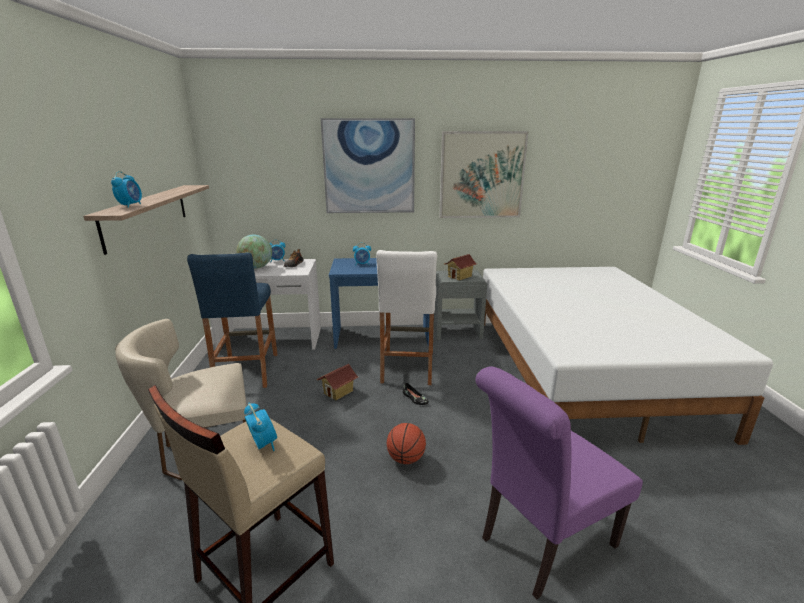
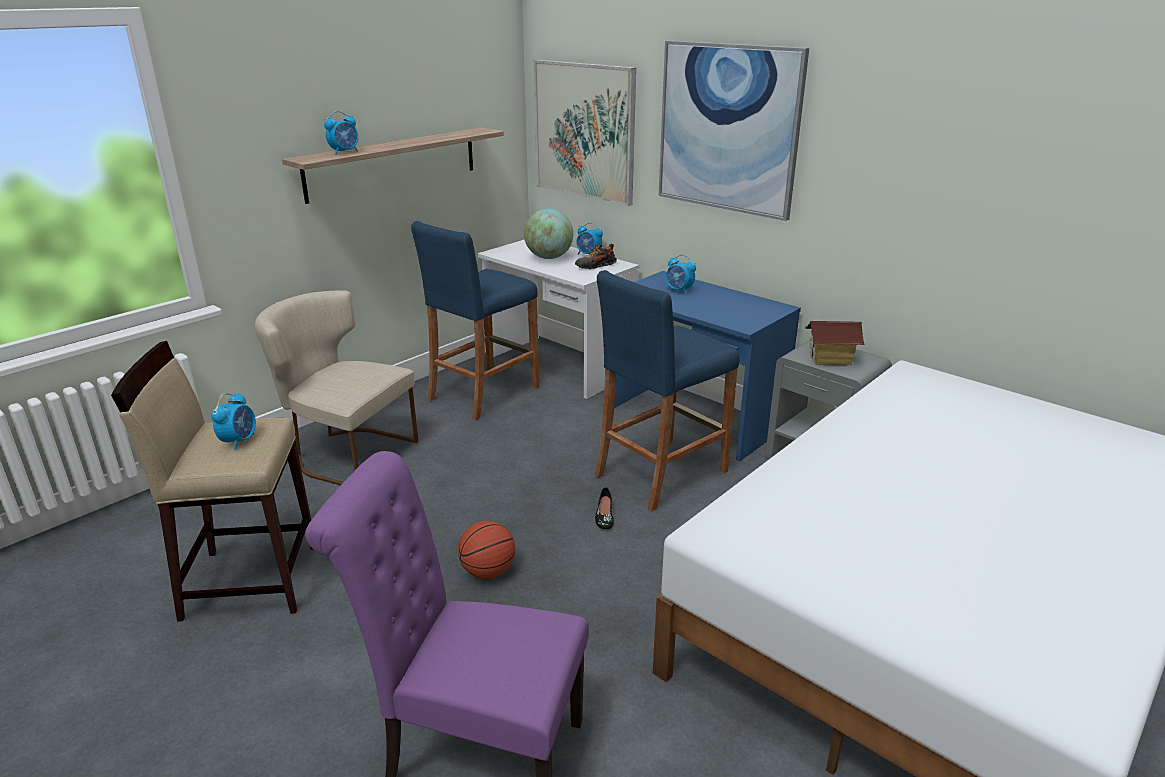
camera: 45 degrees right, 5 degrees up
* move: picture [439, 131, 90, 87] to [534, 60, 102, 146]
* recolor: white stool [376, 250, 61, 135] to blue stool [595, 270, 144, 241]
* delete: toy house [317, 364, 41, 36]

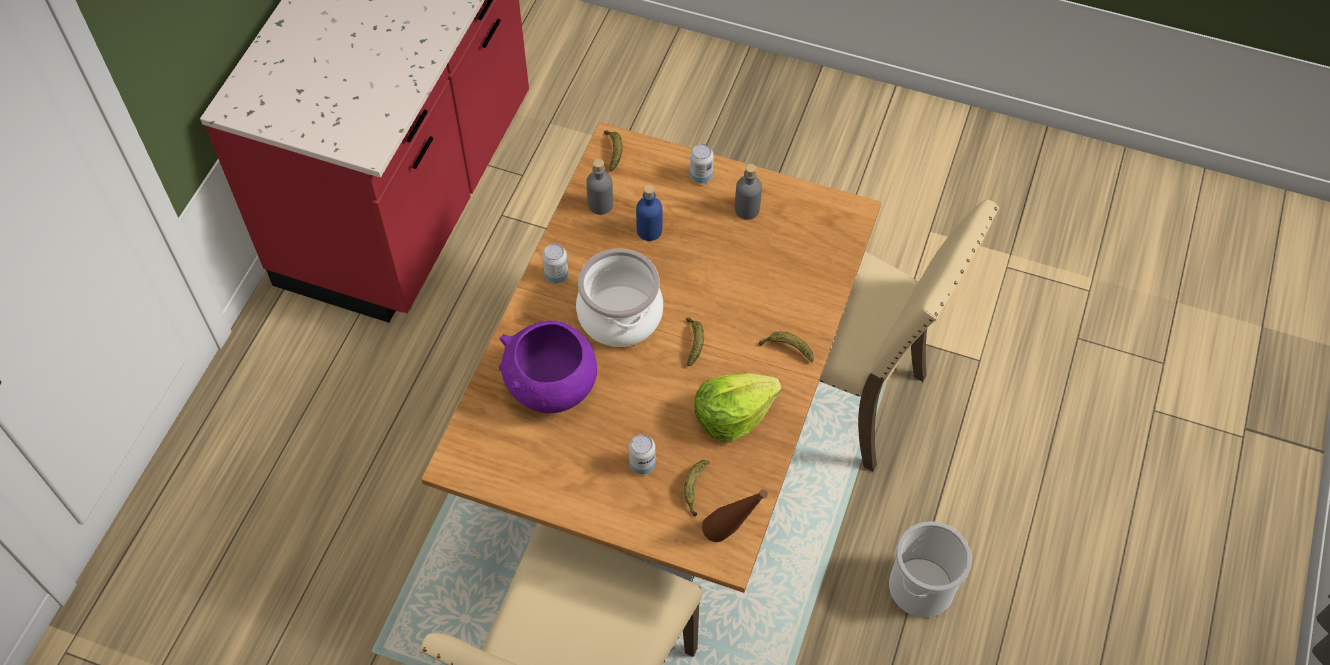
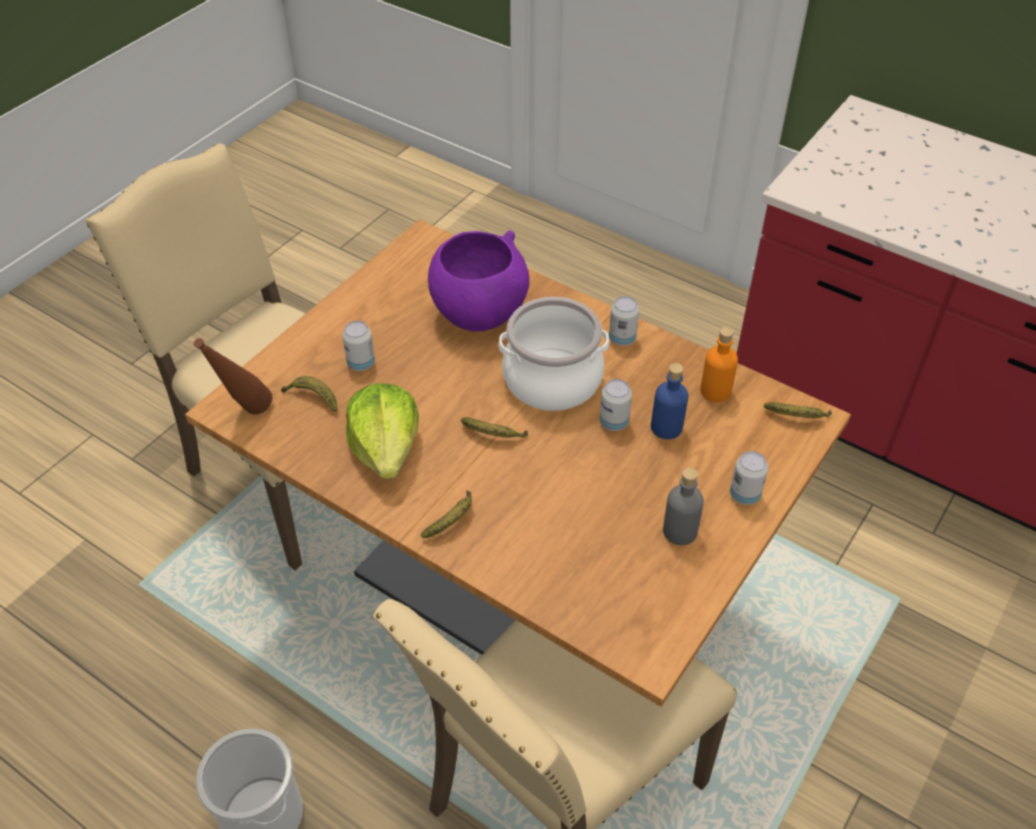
camera: 105 degrees right, 10 degrees down
* insert: can [600, 379, 32, 52]
* recolor: grey bottle [587, 159, 26, 56] to orange bottle [700, 327, 38, 75]

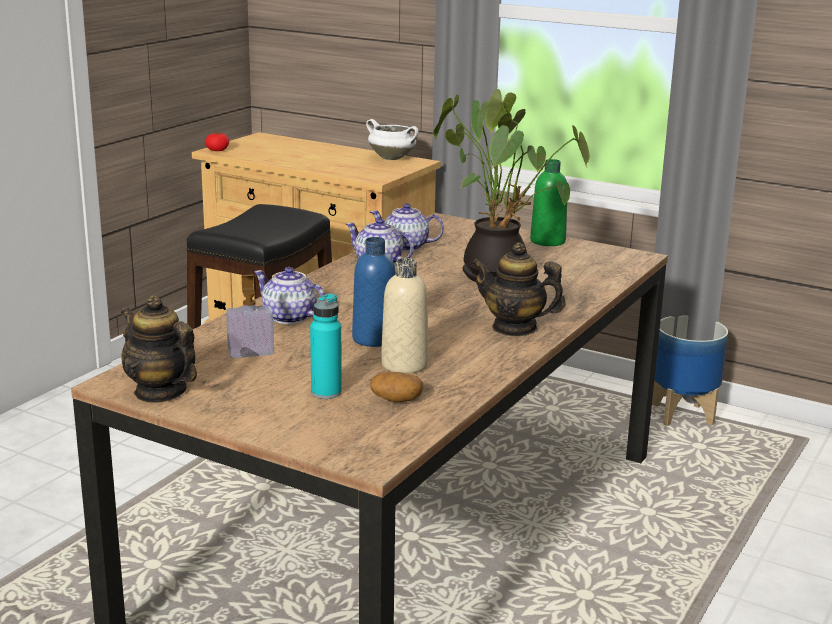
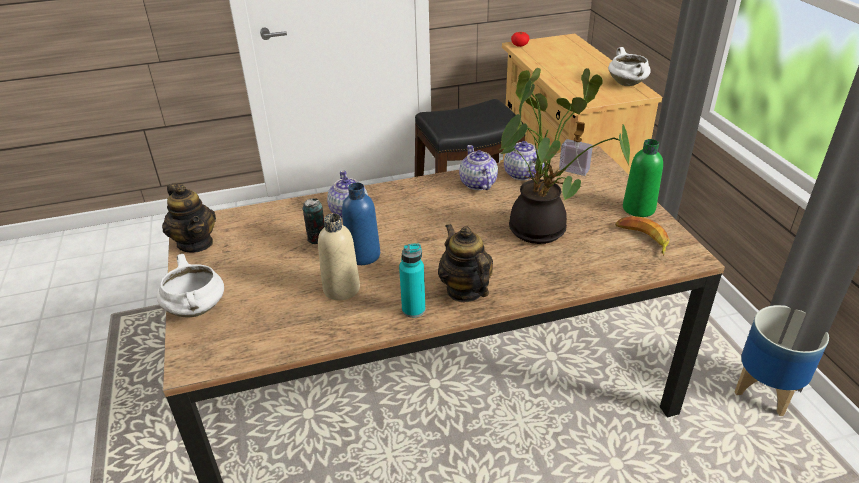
camera: 45 degrees right, 15 degrees up
* insert: white cooking pot [157, 254, 67, 63]
* rotate: teapot [121, 295, 76, 108] = [162, 183, 54, 69] 150 degrees clockwise
* insert: can [303, 198, 22, 46]
* move: turquoise bottle [310, 293, 32, 106] to [399, 243, 26, 75]
* move: soap dispenser [226, 274, 48, 84] to [559, 121, 34, 55]
* insert: banana [615, 216, 55, 39]
* delete: potato [370, 372, 53, 30]

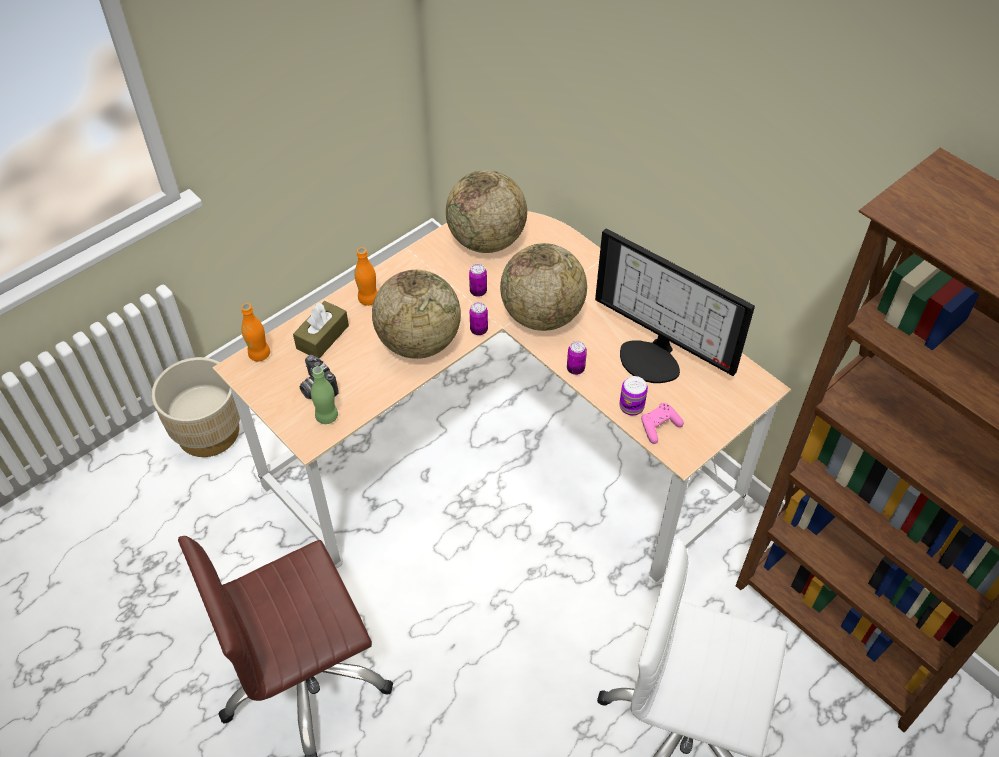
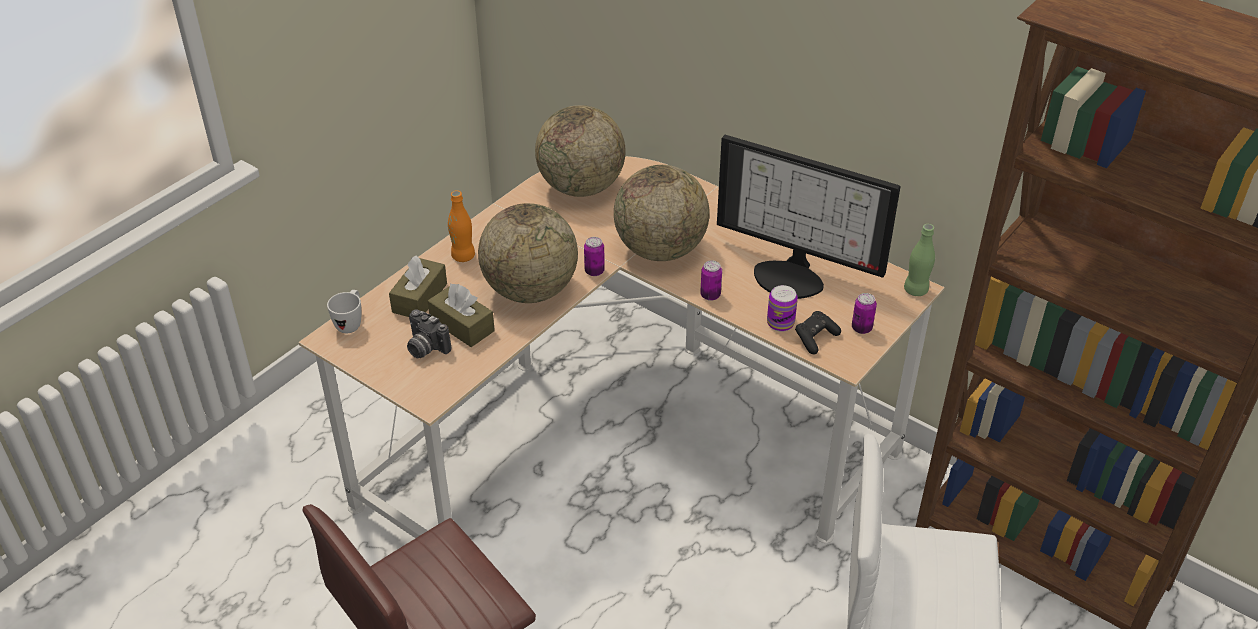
camera: 10 degrees left, 10 degrees down
* replace: orange bottle [241, 303, 29, 59] to white mug [327, 290, 34, 43]
* insert: brown tissue box [428, 284, 67, 63]
* recolor: pink game controller [641, 403, 43, 41] to black game controller [795, 311, 46, 43]
* move: can [469, 264, 18, 33] to [852, 293, 25, 41]
* move: green bottle [311, 366, 27, 58] to [904, 224, 31, 72]
* delete: beige planter [152, 357, 88, 100]

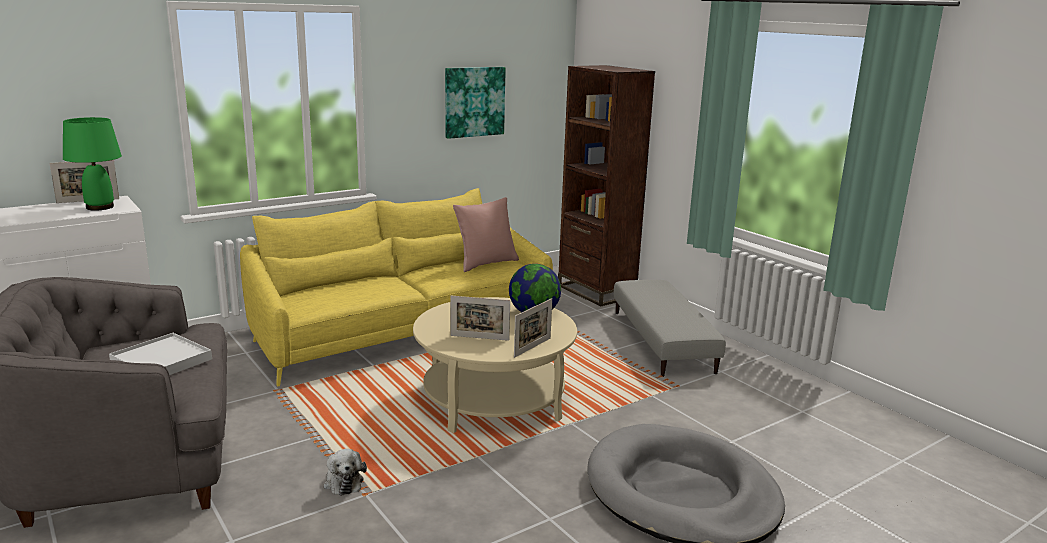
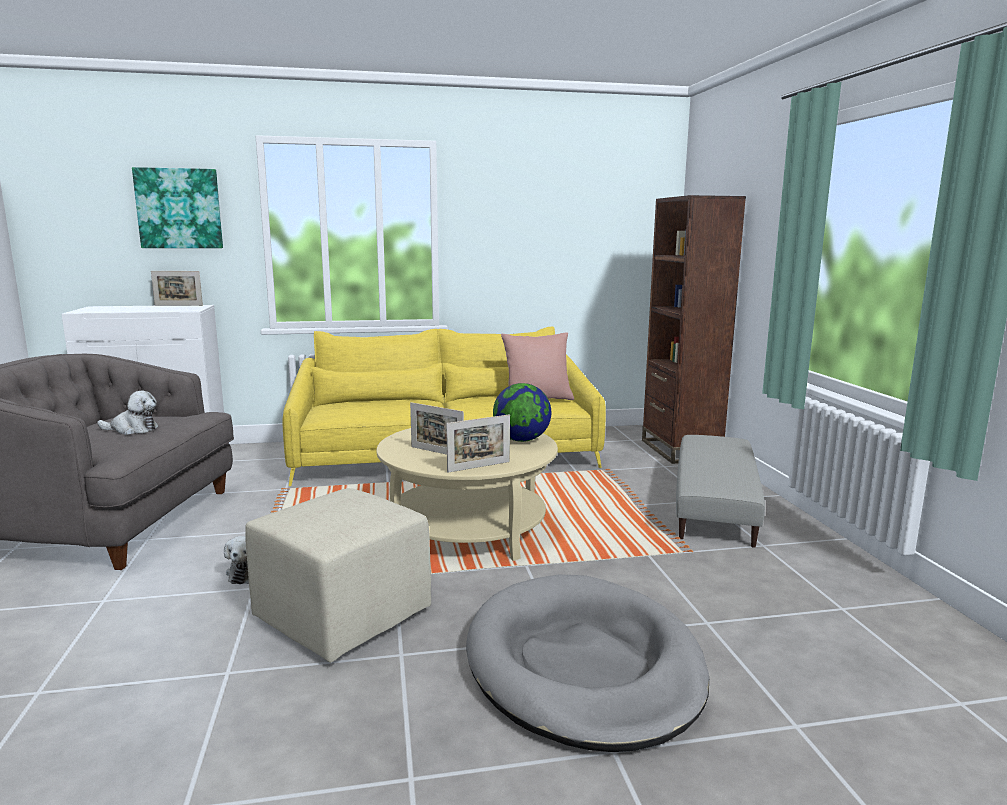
camera: 25 degrees right, 5 degrees down
* replace: white tray [109, 333, 103, 42] to plush toy [97, 391, 62, 44]
* move: picture [445, 67, 61, 72] to [132, 167, 91, 81]
* insert: beige ottoman [245, 488, 186, 175]
* delete: green table lamp [63, 117, 59, 94]

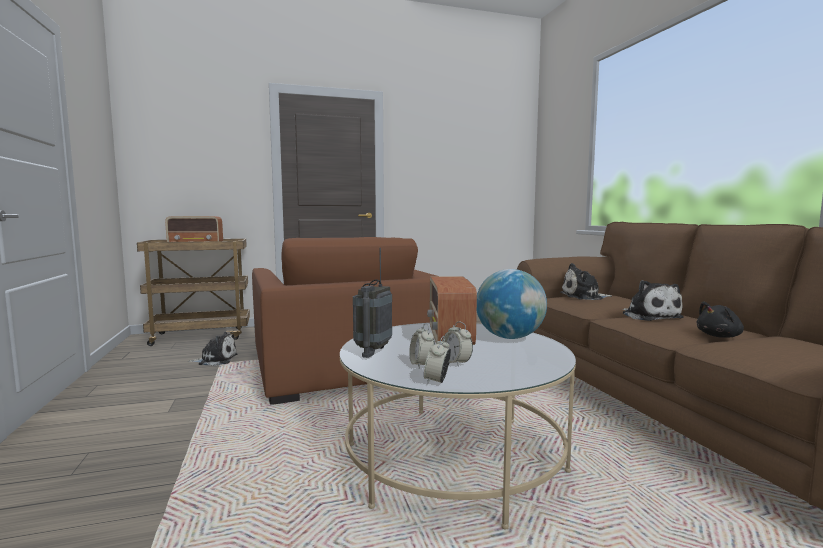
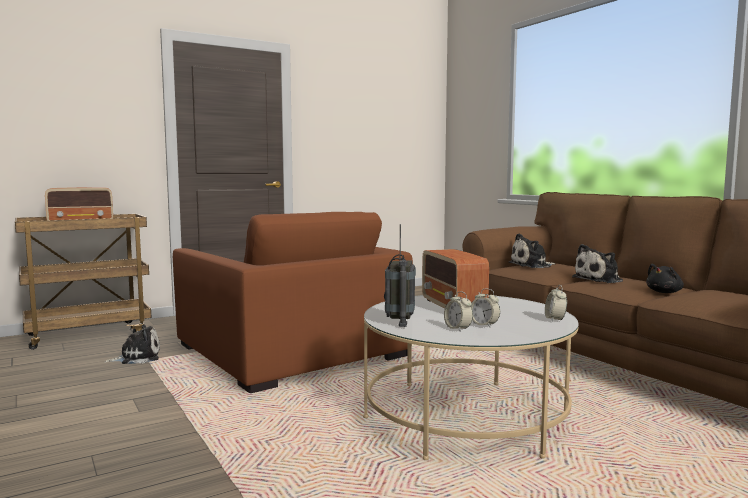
camera: 15 degrees left, 0 degrees up
* move: alarm clock [424, 336, 27, 48] to [545, 285, 22, 37]
* rotate: plush toy [623, 280, 61, 41] = [572, 244, 51, 39] 90 degrees clockwise
* delete: globe [477, 269, 70, 70]

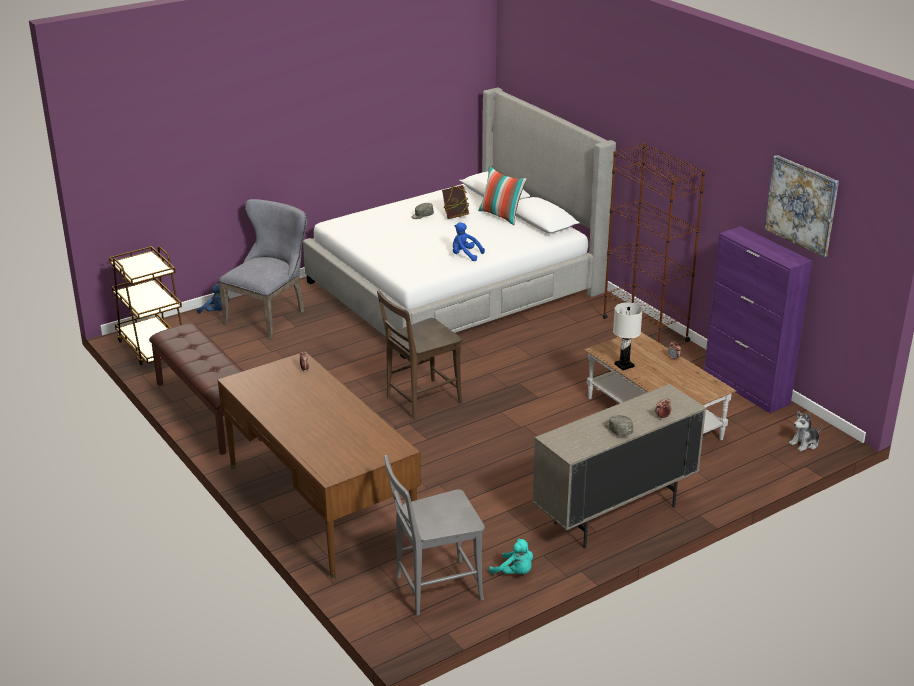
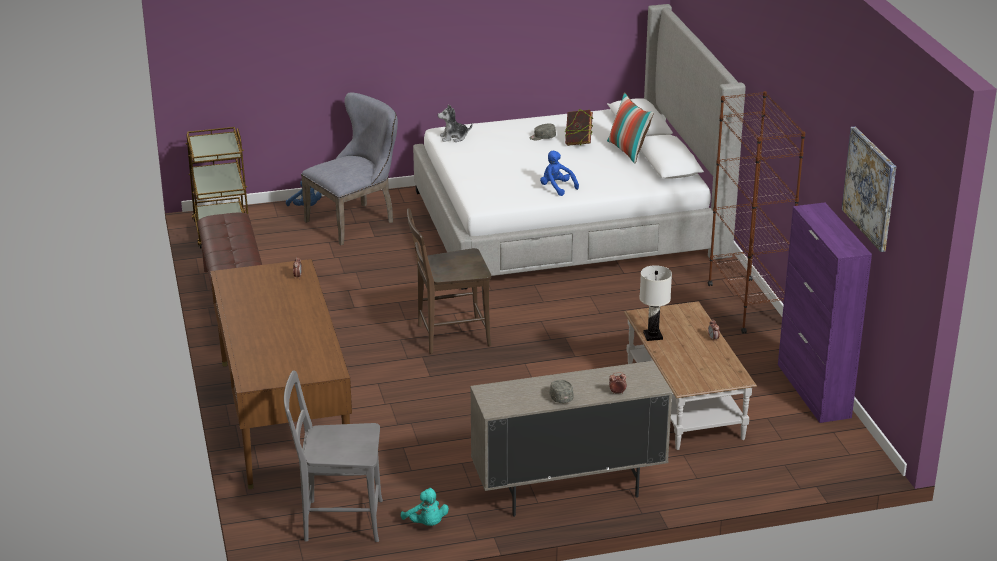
camera: 20 degrees right, 0 degrees up
* move: plush toy [789, 411, 33, 41] to [438, 105, 35, 37]

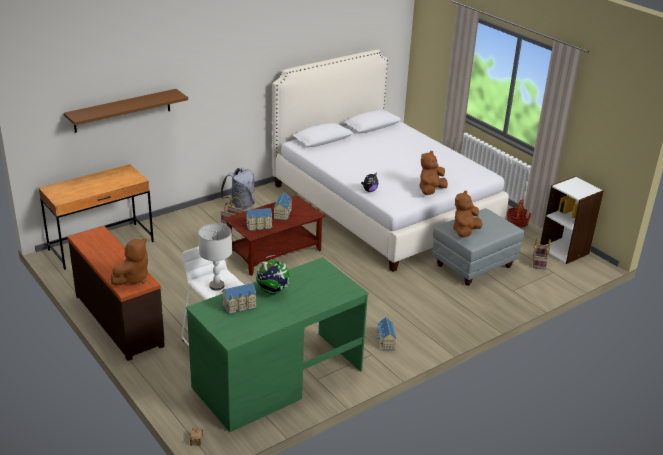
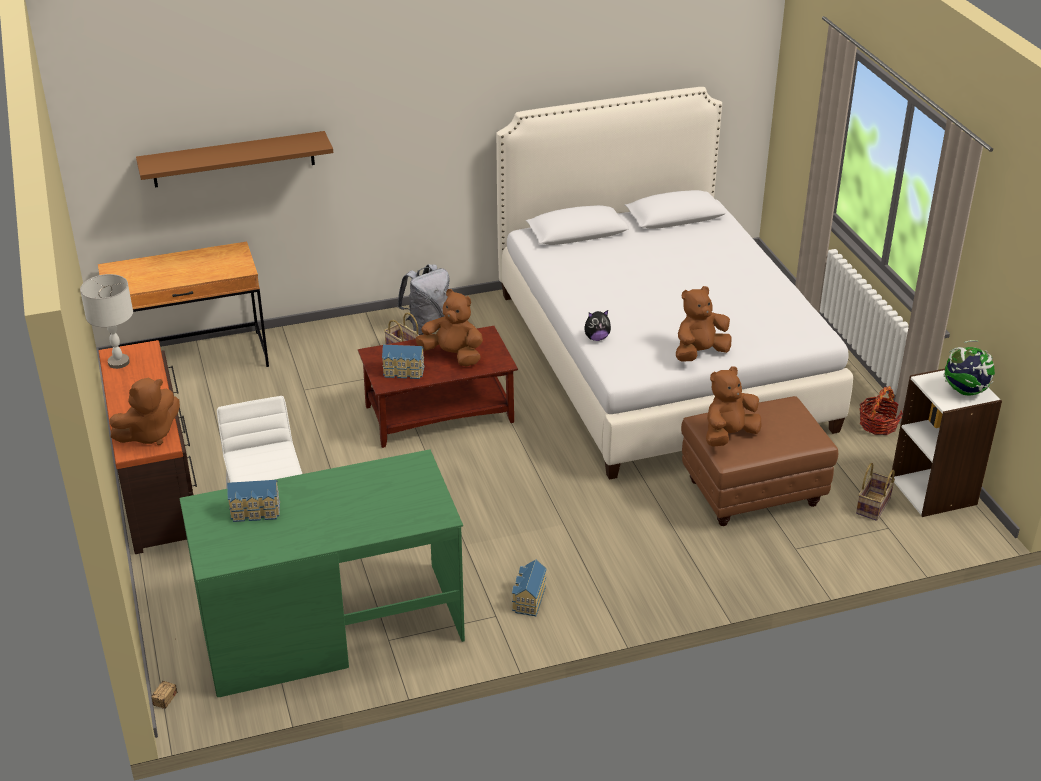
camera: 20 degrees right, 5 degrees up
* move: grey table lamp [198, 223, 34, 68] to [80, 274, 53, 95]
* replace: toy house [273, 192, 19, 28] to brown plush toy [415, 289, 68, 77]
* recolor: grey ottoman [432, 208, 92, 78] to brown ottoman [681, 396, 157, 130]
* move: globe [256, 255, 34, 39] to [943, 340, 52, 56]

